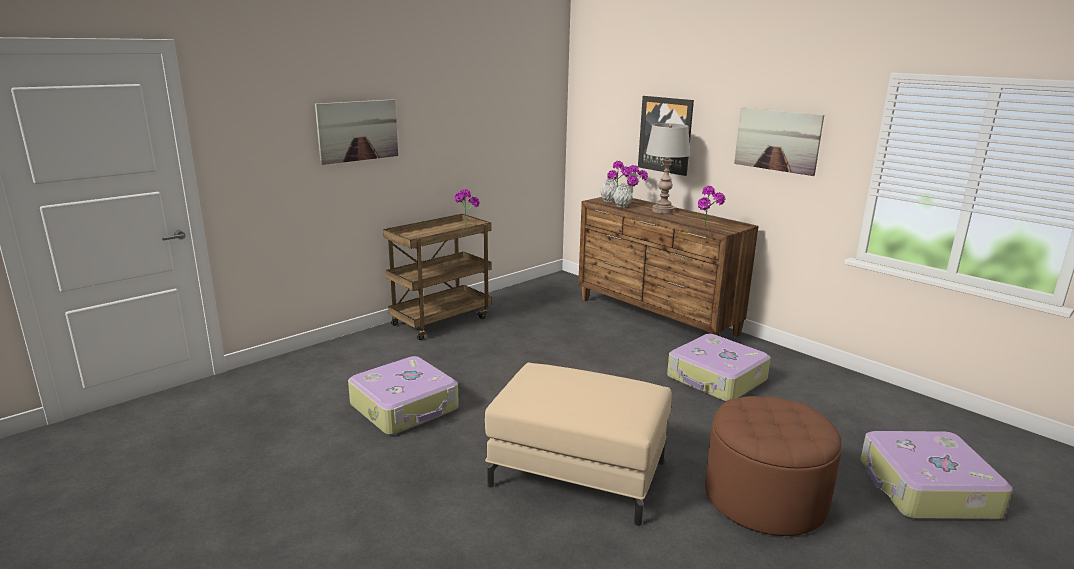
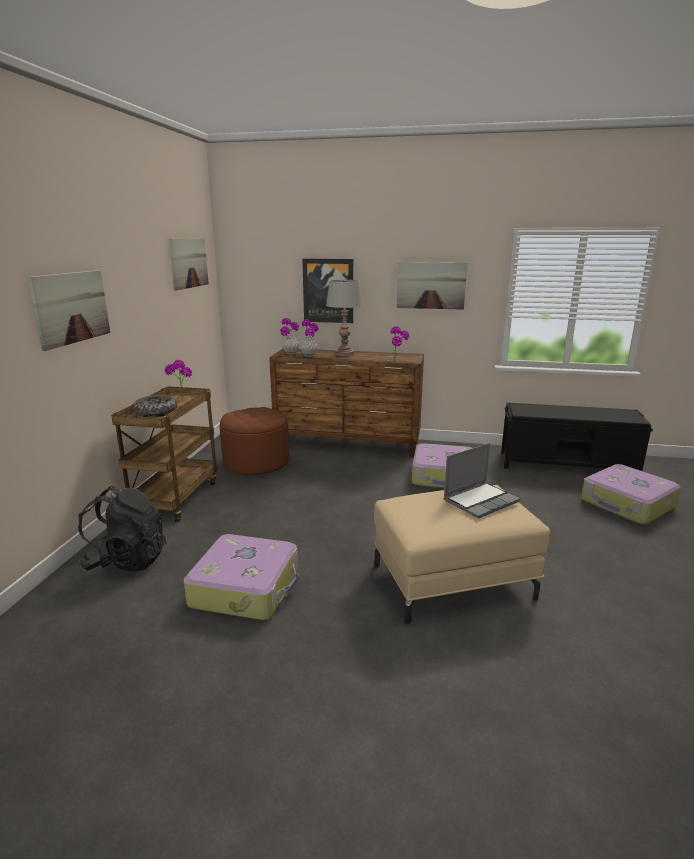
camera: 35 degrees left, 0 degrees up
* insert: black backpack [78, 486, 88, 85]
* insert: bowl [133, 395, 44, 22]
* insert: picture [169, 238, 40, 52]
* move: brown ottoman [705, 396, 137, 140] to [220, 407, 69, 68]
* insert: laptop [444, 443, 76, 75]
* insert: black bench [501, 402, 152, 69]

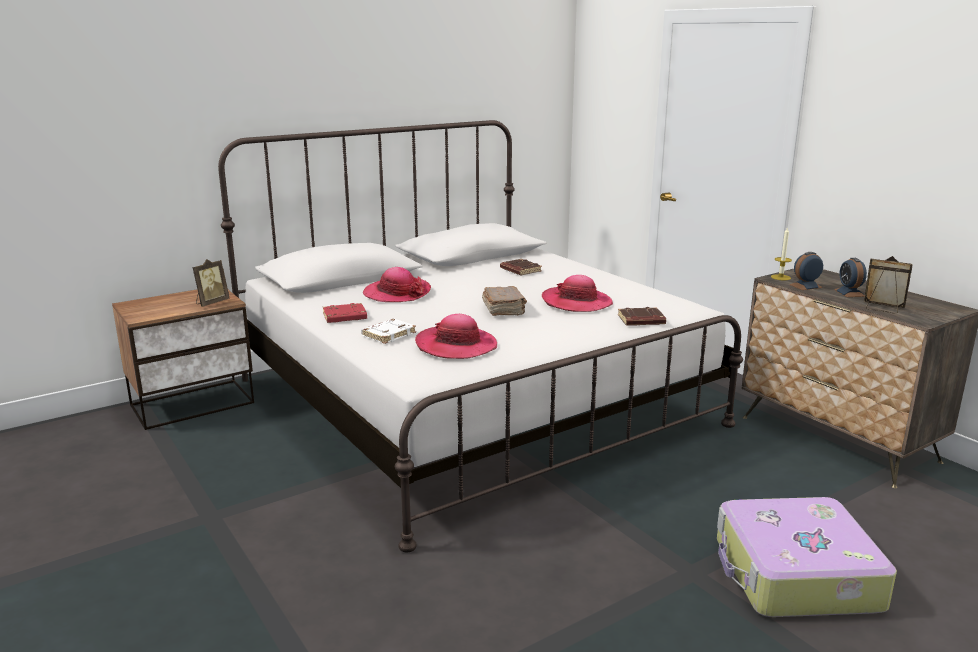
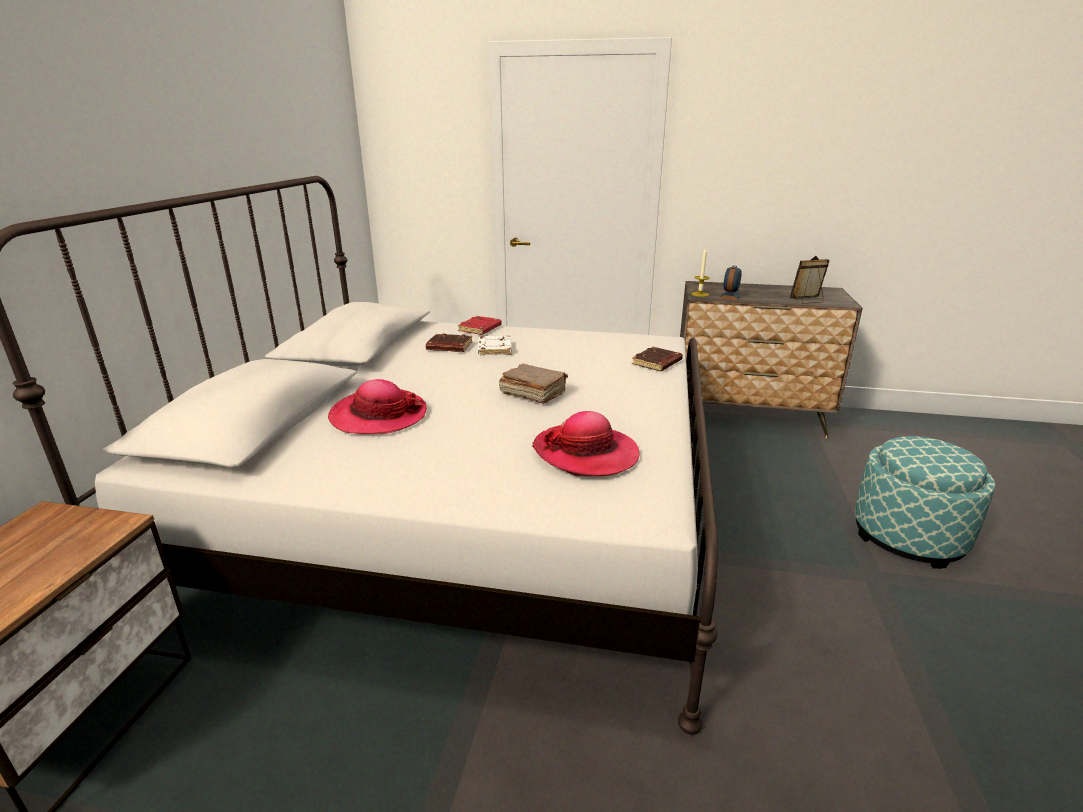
camera: 45 degrees left, 5 degrees up
* move: red book [323, 303, 44, 20] to [458, 316, 44, 19]
* move: white book [361, 319, 55, 25] to [478, 336, 34, 20]
* replace: suitcase [717, 497, 180, 120] to ottoman [855, 436, 140, 133]
* delete: picture frame [193, 259, 37, 48]
* delete: hat [542, 275, 71, 37]
* delete: alarm clock [834, 258, 33, 39]

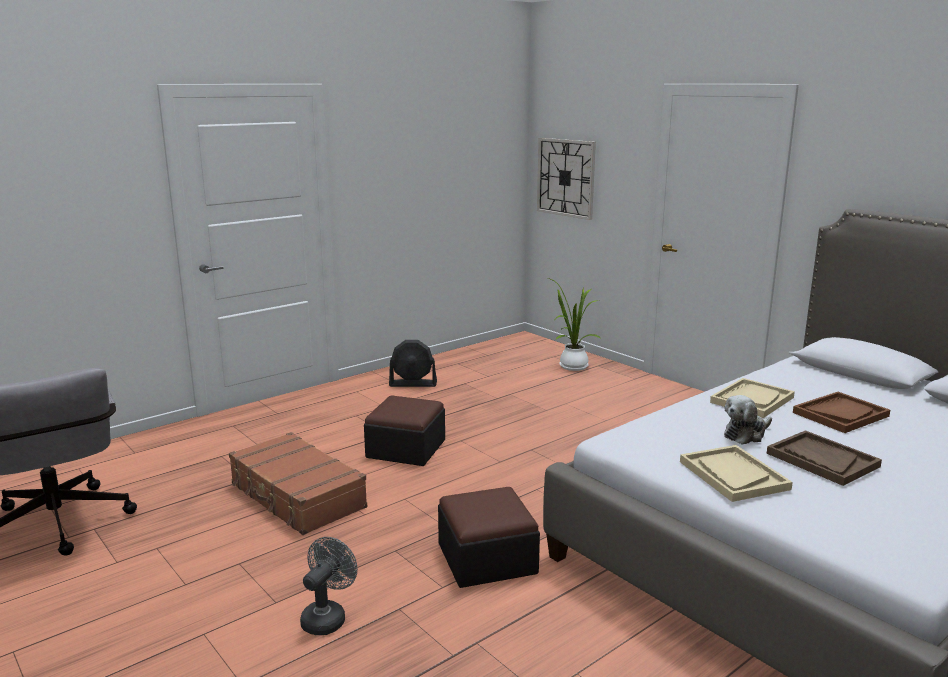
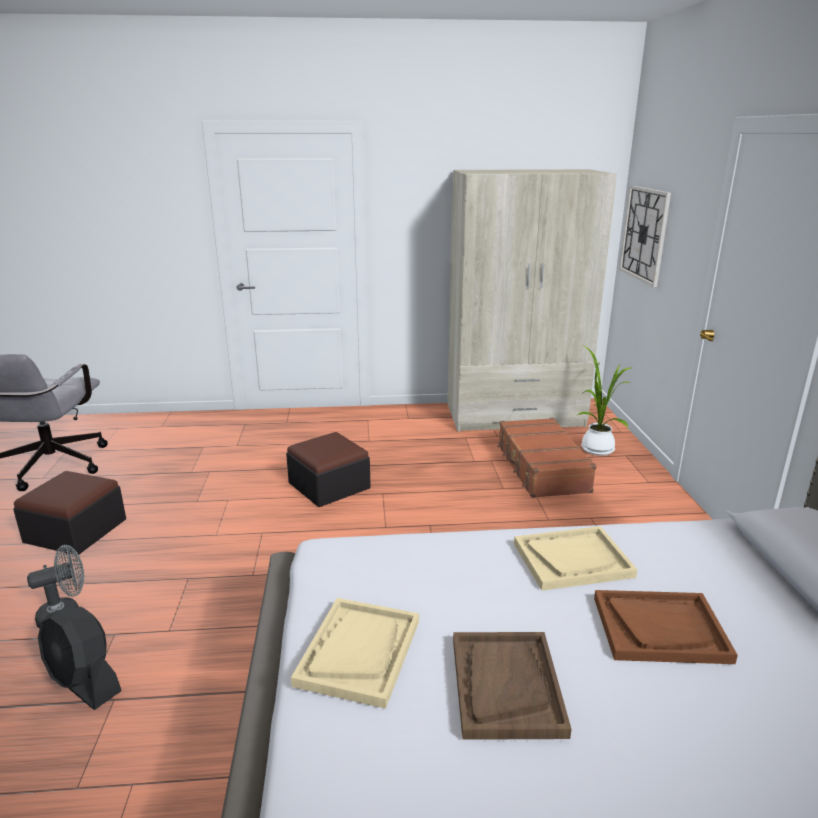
camera: 35 degrees right, 5 degrees up
* move: ottoman [438, 487, 102, 101] to [13, 471, 113, 84]
* move: black fan [389, 340, 48, 47] to [38, 607, 84, 103]
* insert: beige wardrobe [447, 169, 170, 263]
* move: brown suitcase [229, 432, 138, 103] to [497, 418, 100, 80]
* delete: plush toy [724, 395, 48, 49]

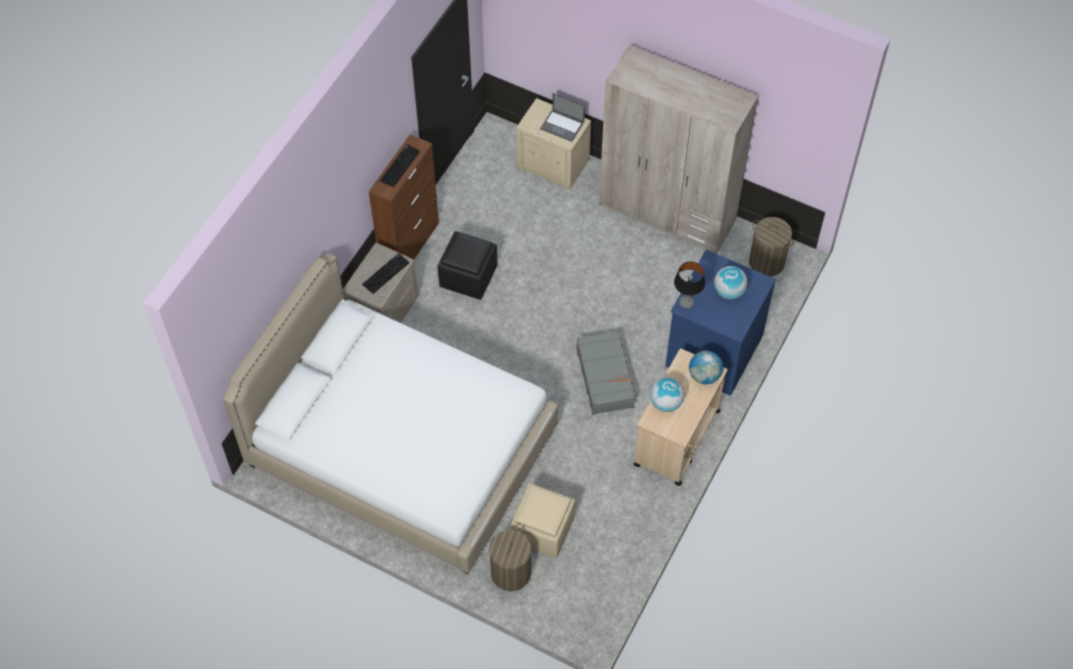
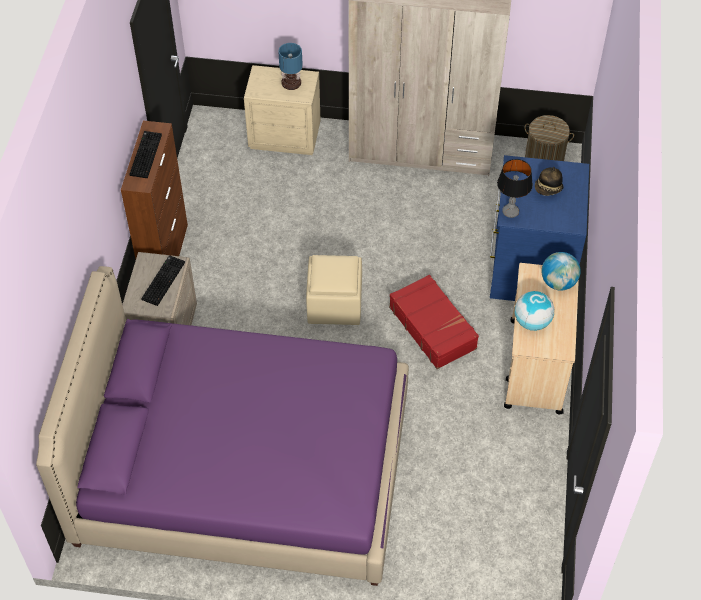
camera: 20 degrees left, 5 degrees down
* recolor: white bed [223, 253, 335, 322] to purple bed [36, 266, 373, 320]
* replace: laptop [540, 93, 45, 49] to table lamp [278, 43, 25, 47]
* move: beige ottoman [510, 483, 65, 75] to [306, 255, 56, 70]
* recolor: grey suitcase [576, 331, 60, 84] to red suitcase [389, 275, 90, 94]
* replace: globe [714, 266, 34, 34] to hat [535, 167, 28, 29]
* delete: black ottoman [438, 231, 59, 69]
* delete: laundry basket [489, 527, 43, 64]

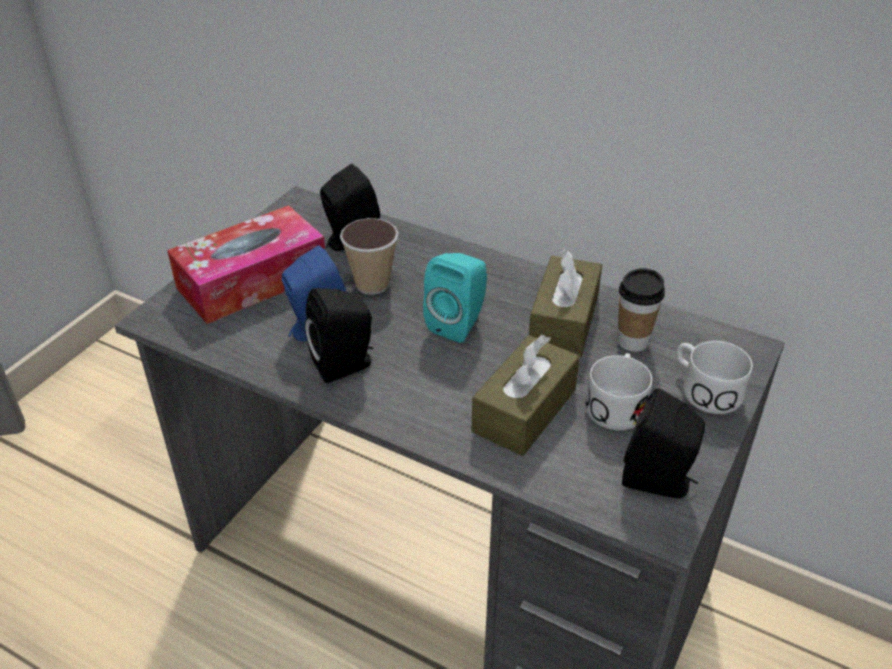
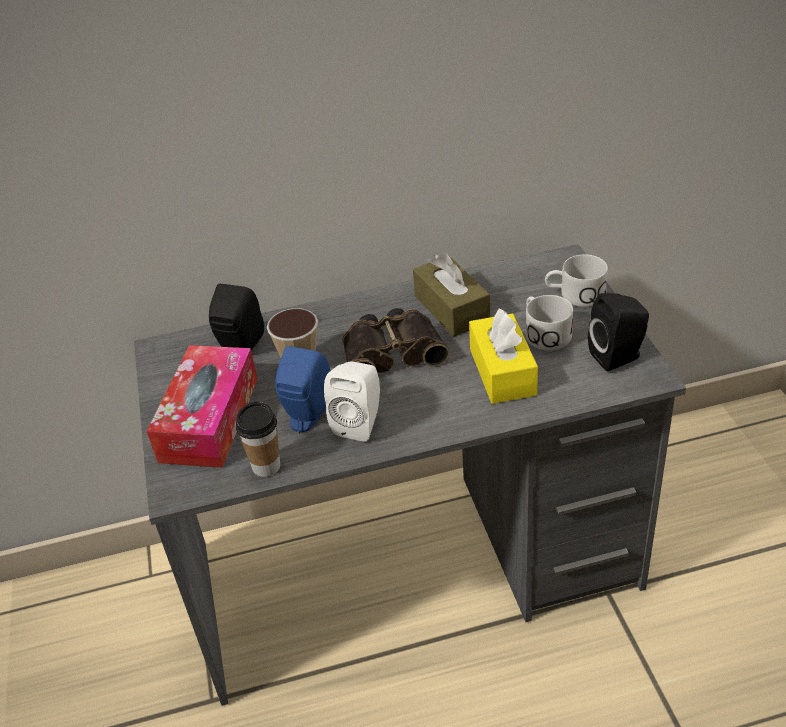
camera: 40 degrees left, 0 degrees up
* move: cup [618, 268, 47, 84] to [236, 402, 44, 75]
* recolor: black speaker [305, 288, 68, 95] to white speaker [324, 362, 56, 80]
* replace: turquoise speaker [423, 253, 64, 90] to binoculars [342, 308, 108, 65]
* recolor: brown tissue box [471, 334, 109, 122] to yellow tissue box [469, 308, 69, 96]

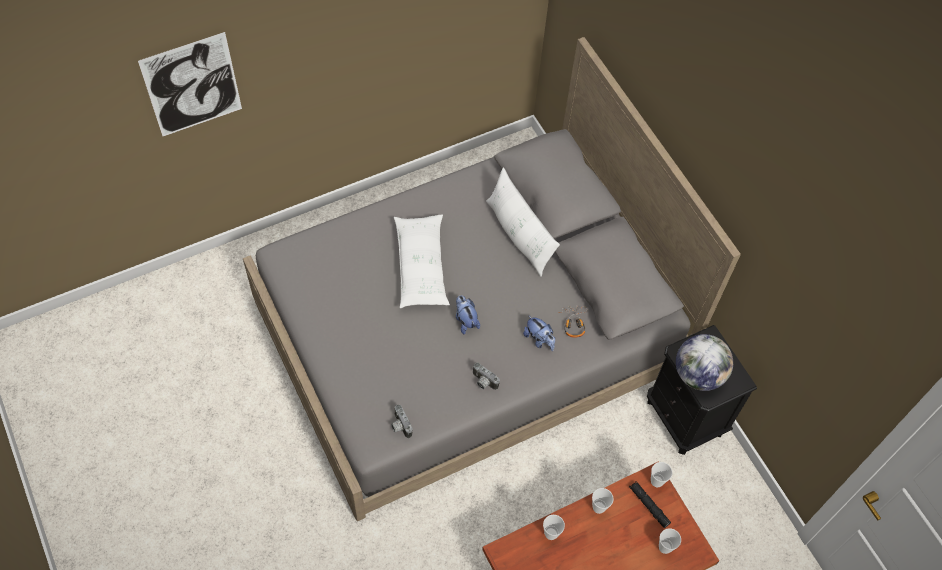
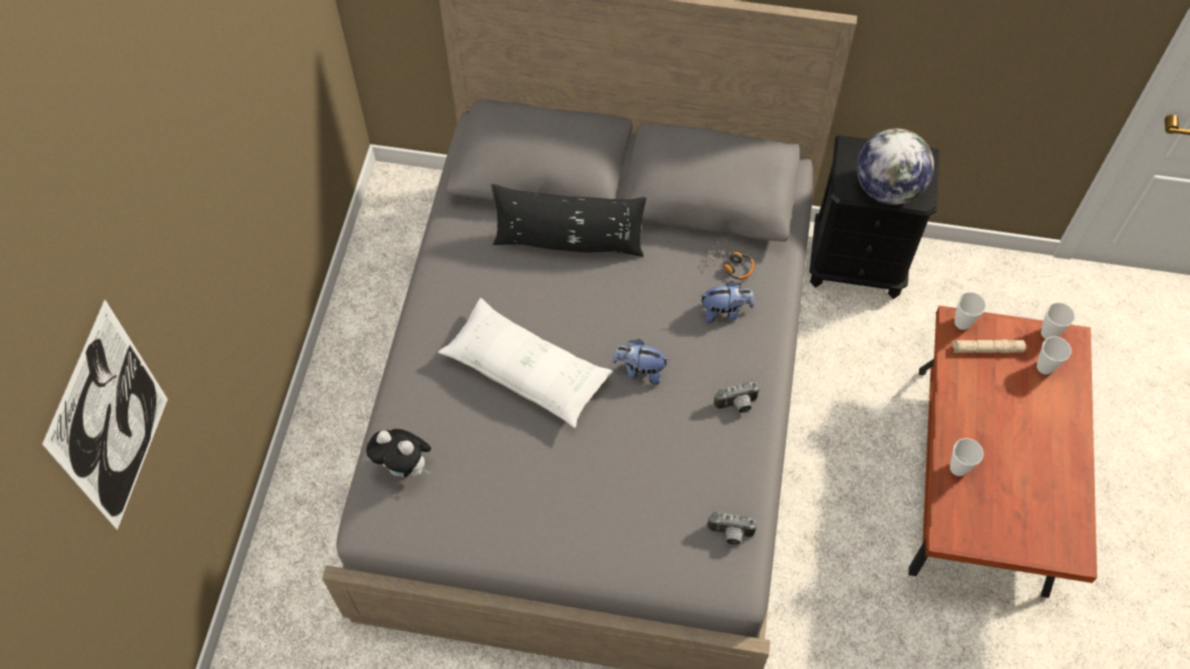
camera: 50 degrees left, 0 degrees up
* insert: plush toy [366, 429, 65, 48]
* recolor: white pillow [486, 167, 74, 110] to black pillow [491, 184, 155, 73]
* recolor: black flashlight [629, 481, 42, 47] to beige flashlight [952, 339, 74, 14]
* move: cup [592, 488, 22, 26] to [1041, 302, 34, 37]

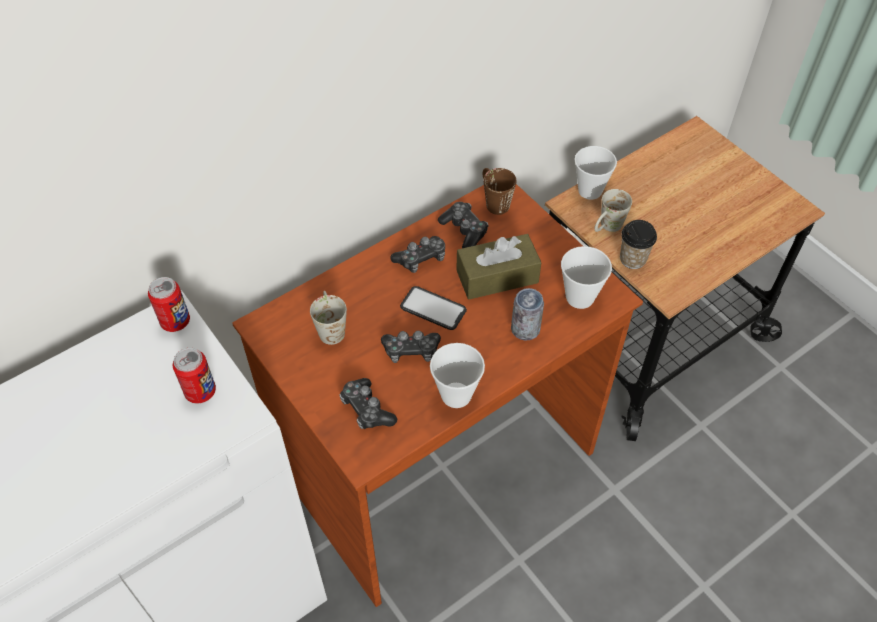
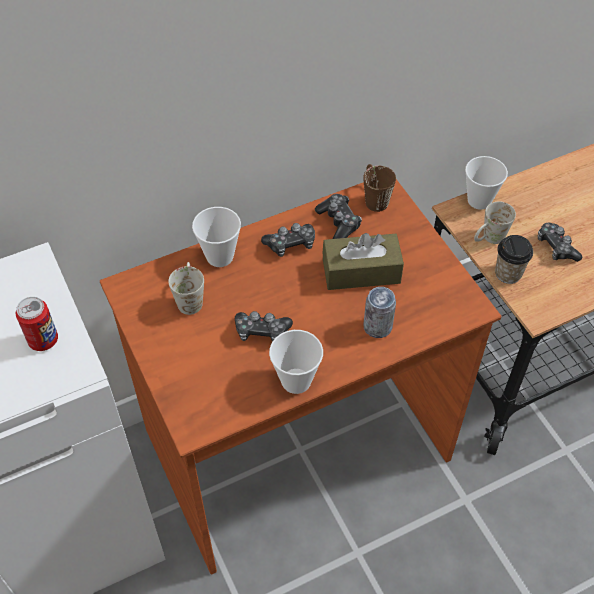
camera: 10 degrees right, 0 degrees up
* move: cup [561, 246, 51, 63] to [192, 207, 49, 60]
* move: game controller [339, 378, 58, 51] to [538, 223, 45, 39]
* delete: can [148, 277, 42, 55]
* delete: phone [400, 286, 67, 44]

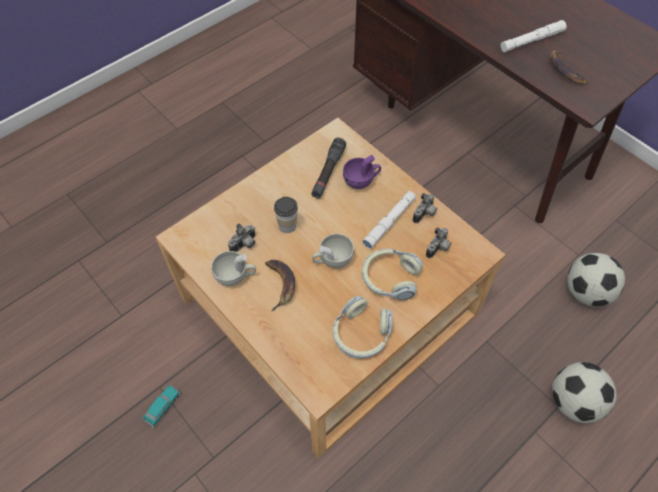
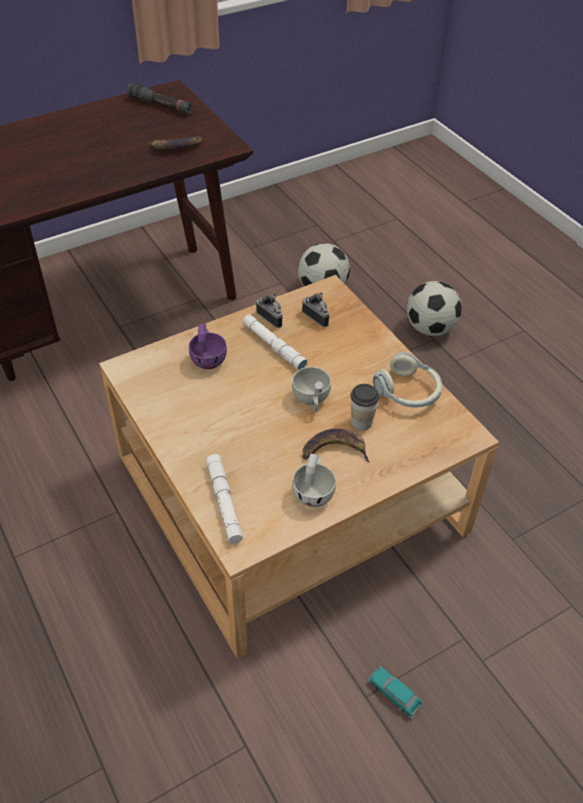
camera: 80 degrees left, 10 degrees down
* move: black flashlight [311, 138, 35, 61] to [127, 83, 66, 31]
* move: white flashlight [501, 20, 66, 32] to [206, 454, 37, 90]
* move: cup [274, 197, 24, 36] to [350, 384, 29, 47]
* delete: photo camera [228, 223, 28, 29]
* delete: headphones [362, 249, 61, 51]

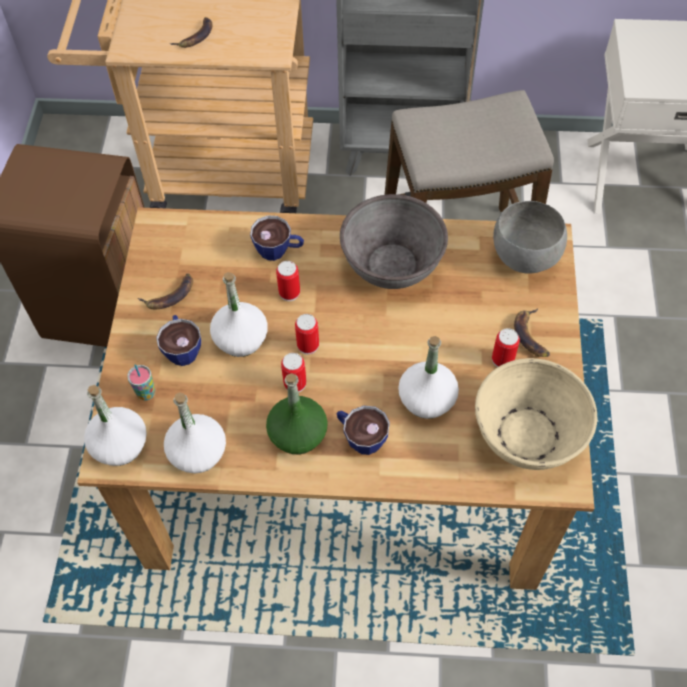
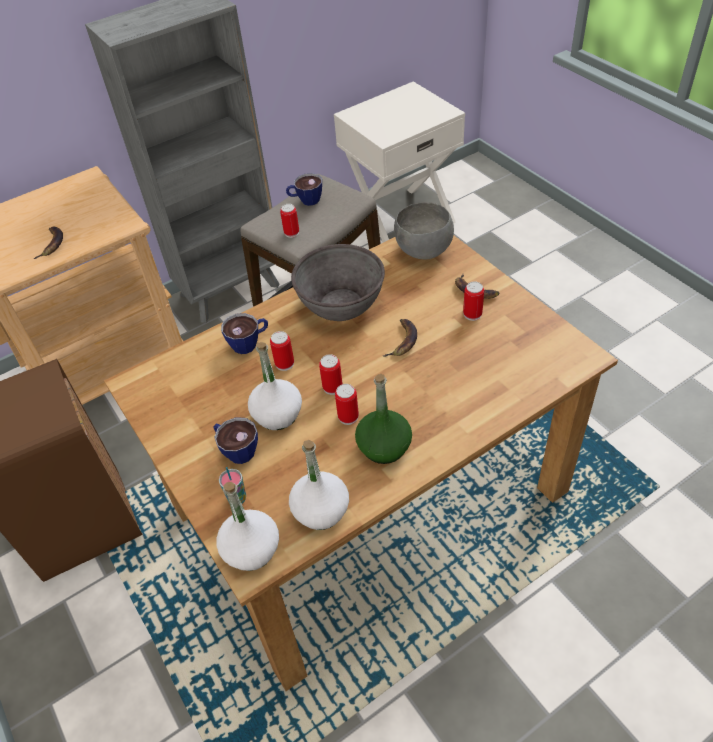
camera: 35 degrees left, 10 degrees down
* insert: can [280, 204, 19, 34]
* move: cup [336, 406, 54, 49] to [286, 173, 36, 33]
* move: banana [138, 274, 55, 35] to [383, 319, 34, 38]
* delete: white bottle [398, 336, 61, 83]
* delete: beige bowl [475, 358, 122, 112]

